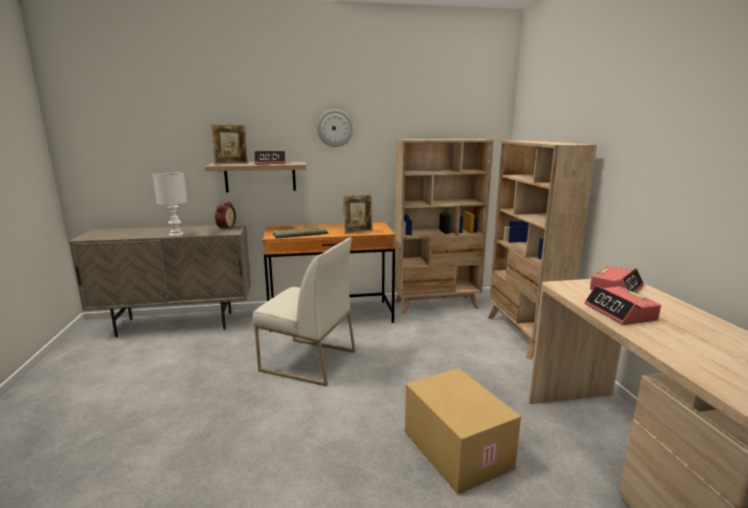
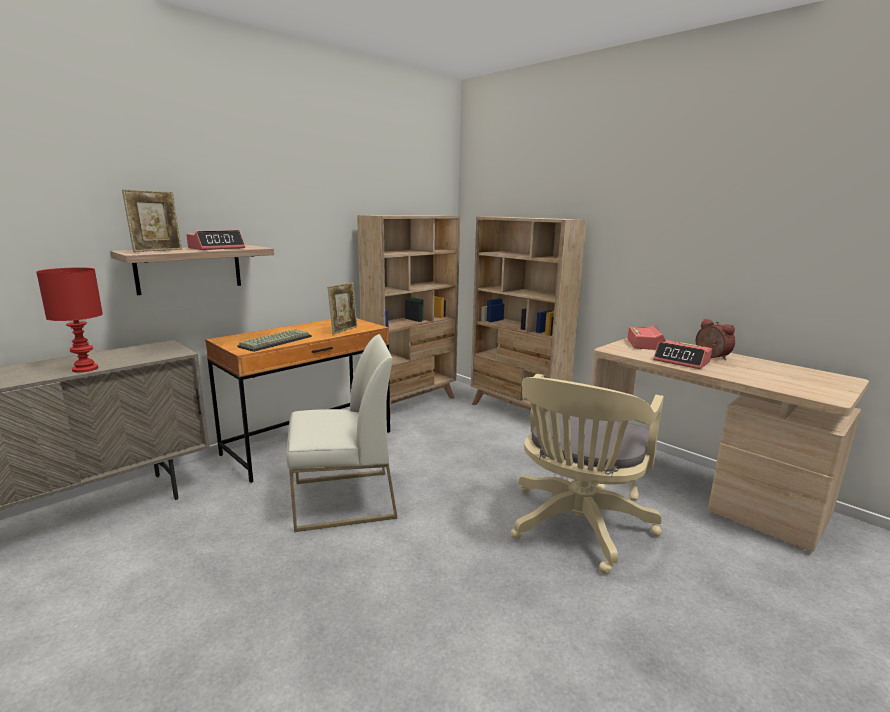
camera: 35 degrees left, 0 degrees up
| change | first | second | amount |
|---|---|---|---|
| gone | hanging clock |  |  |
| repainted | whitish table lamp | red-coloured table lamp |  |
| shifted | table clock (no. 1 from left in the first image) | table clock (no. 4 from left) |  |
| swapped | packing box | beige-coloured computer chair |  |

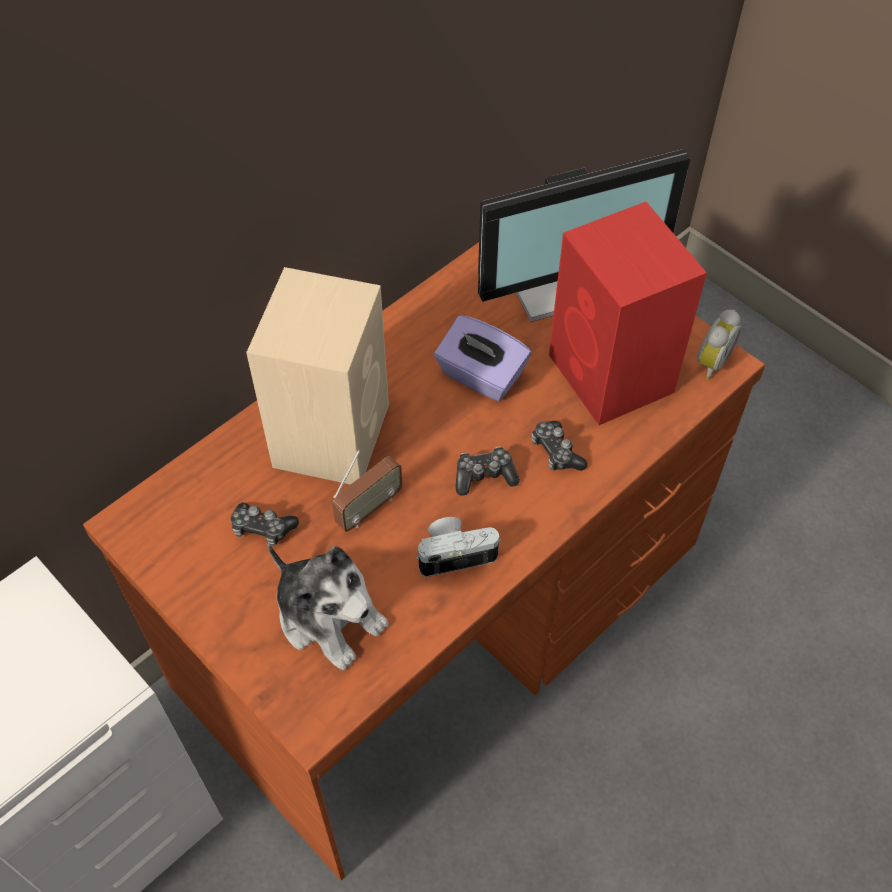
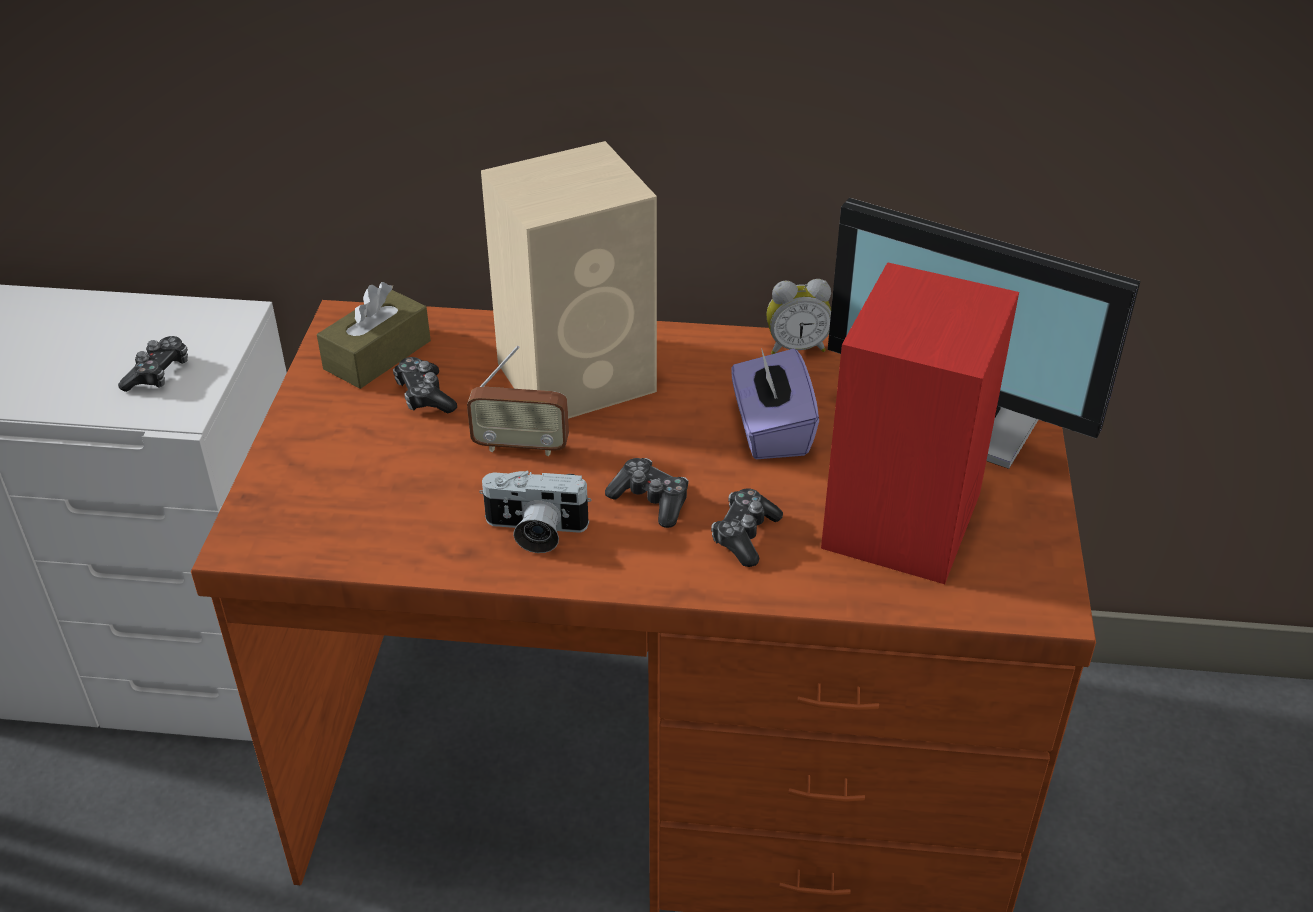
camera: 50 degrees right, 15 degrees down
| change | first | second | amount |
|---|---|---|---|
| shifted | table clock |  |  |
| rotated | photo camera |  | 150 degrees clockwise |
| gone | plush toy |  |  |
| new |  | brownish box of tissues |  |
| new |  | joypad (no. 1 from left) |  |

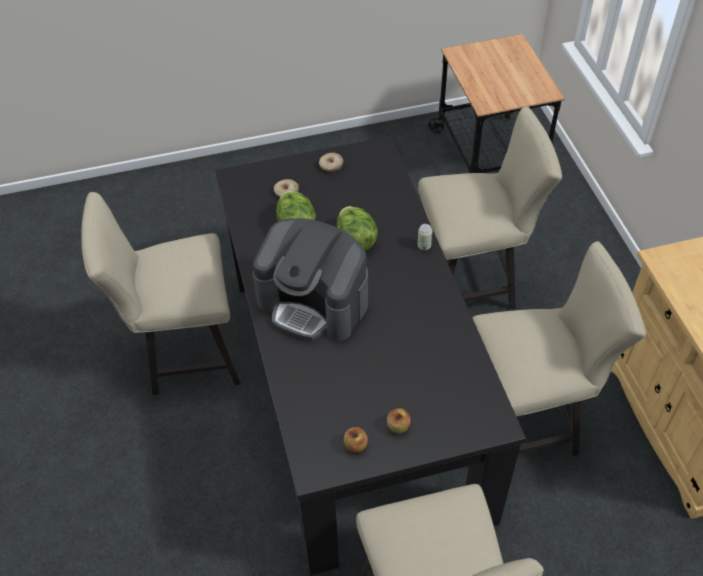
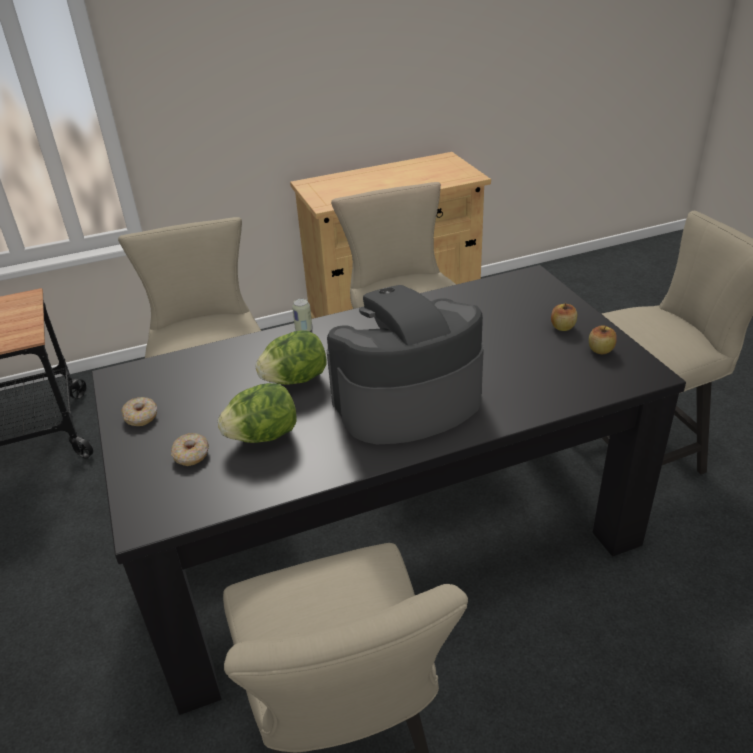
camera: 95 degrees left, 15 degrees down
| change | first | second | amount |
|---|---|---|---|
| rotated | coffee brewer |  | 135 degrees counterclockwise |

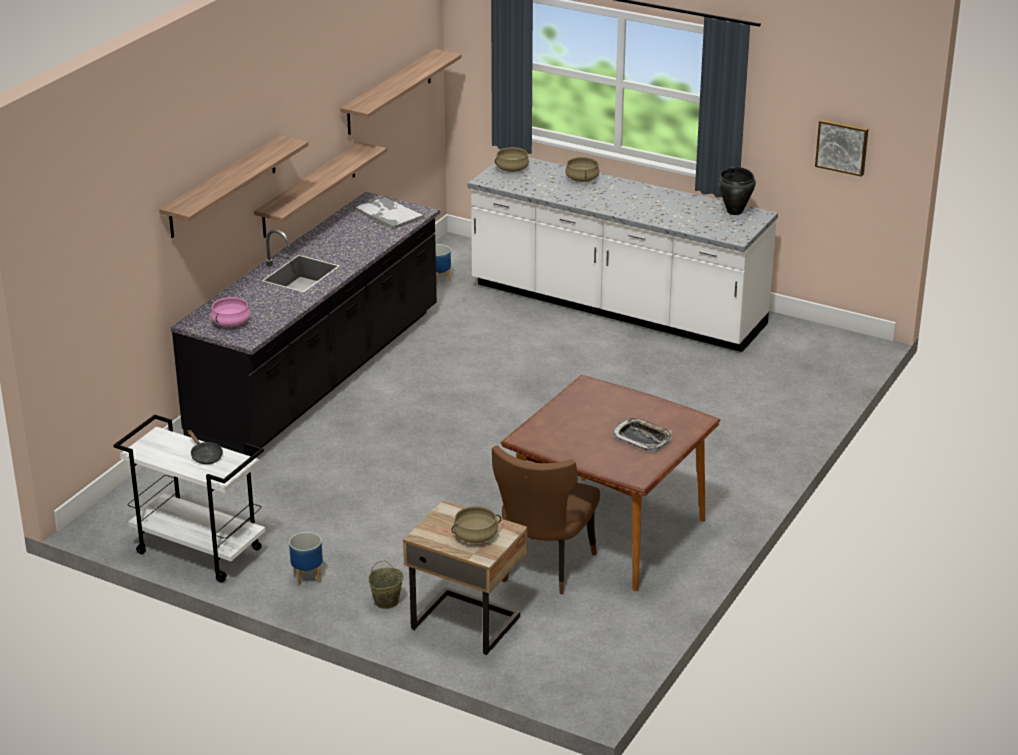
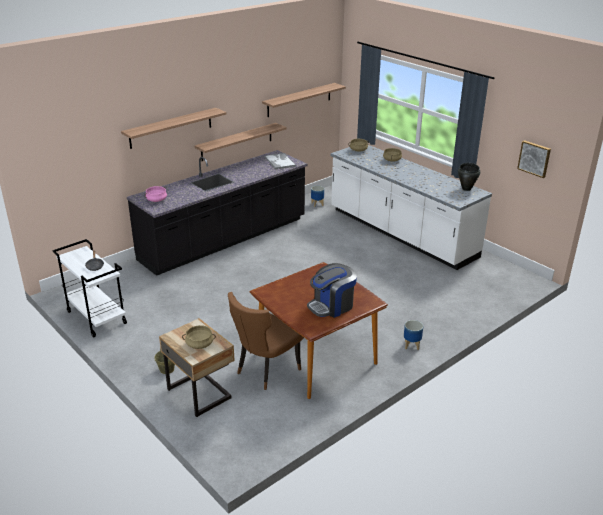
camera: 20 degrees right, 0 degrees up
| change | first | second | amount |
|---|---|---|---|
| swapped | serving tray (no. 2 from left) | coffee brewer |  |
| shifted | planter (no. 1 from left in the first image) | planter (no. 2 from left) |  |

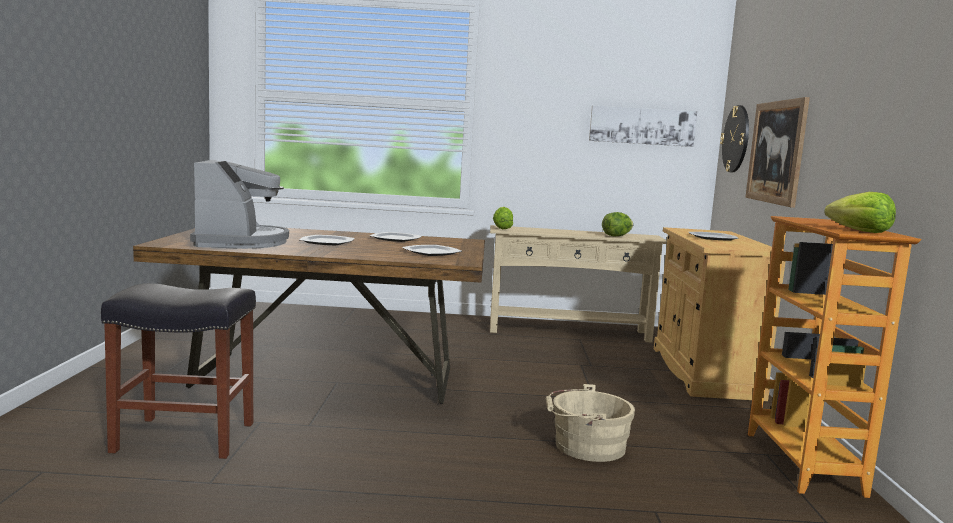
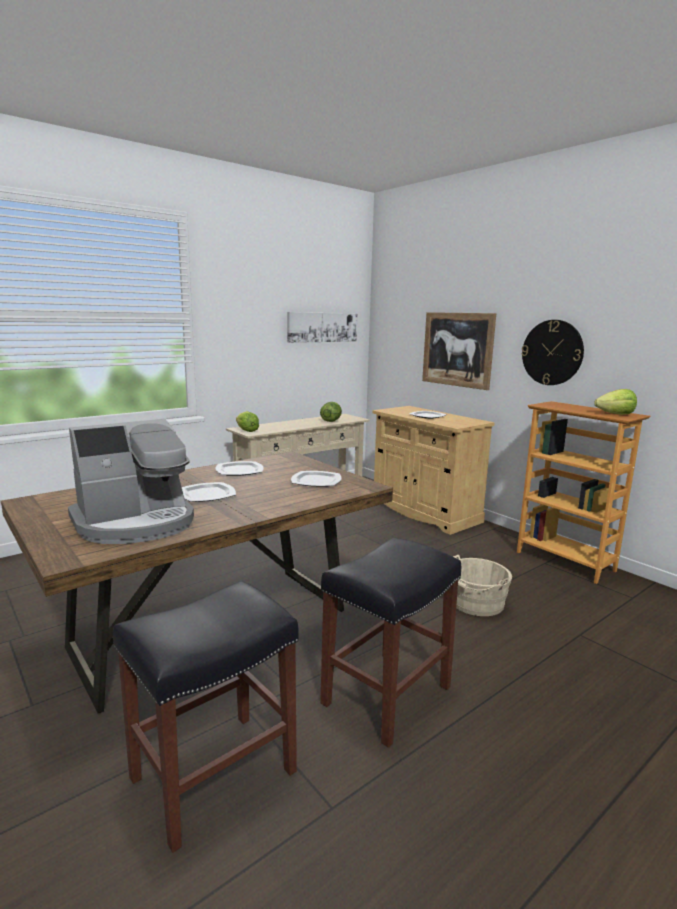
camera: 40 degrees left, 5 degrees up
| change | first | second | amount |
|---|---|---|---|
| shifted | hanging clock |  |  |
| rotated | coffee brewer |  | 105 degrees clockwise |
| new |  | blackish stool (no. 2 from left) |  |

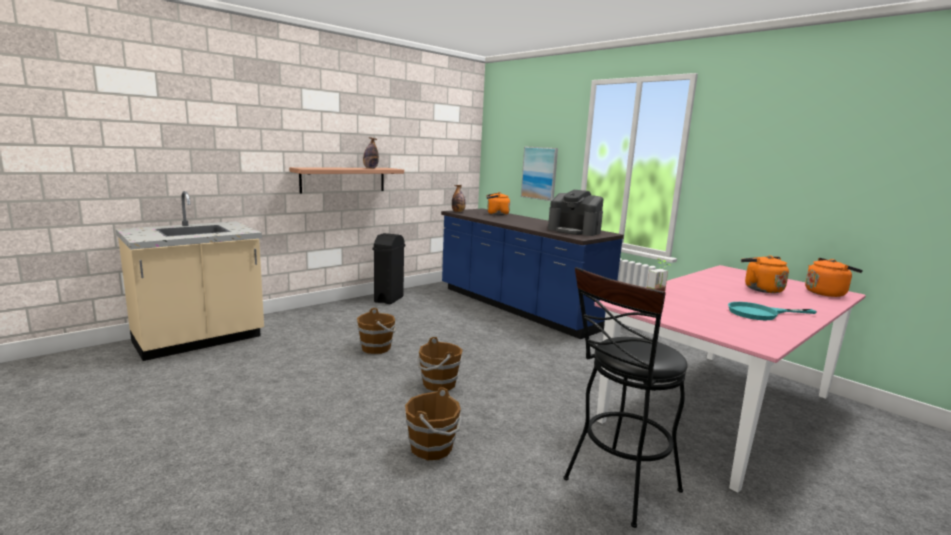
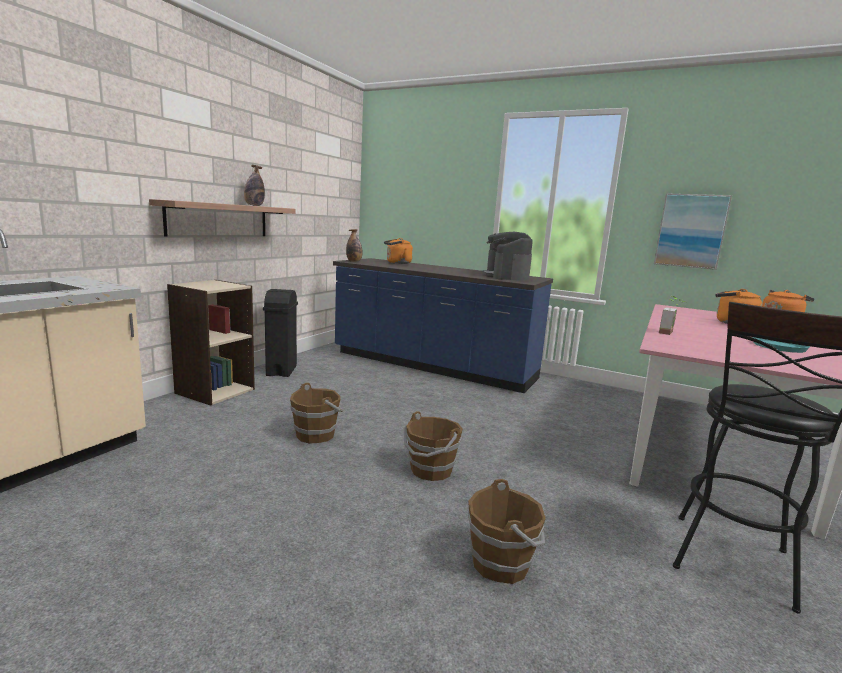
camera: 20 degrees left, 0 degrees up
| change | first | second | amount |
|---|---|---|---|
| shifted | picture |  |  |
| rotated | coffee brewer |  | 75 degrees clockwise |
| new |  | beige-coloured shelving unit |  |

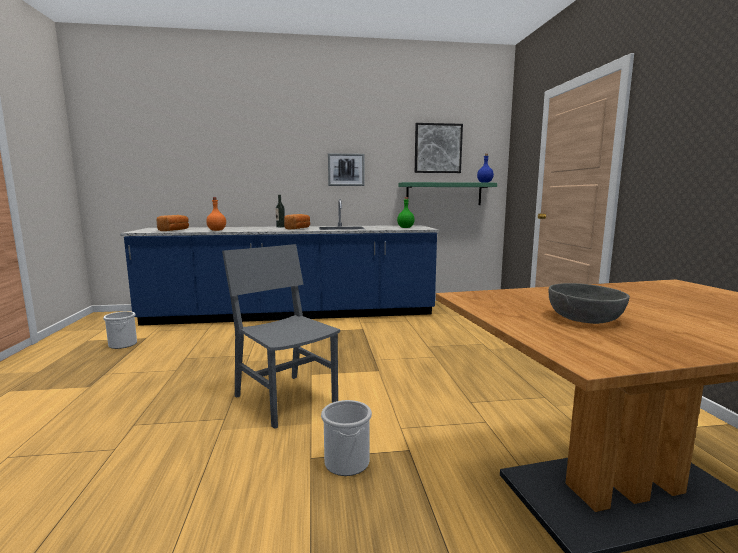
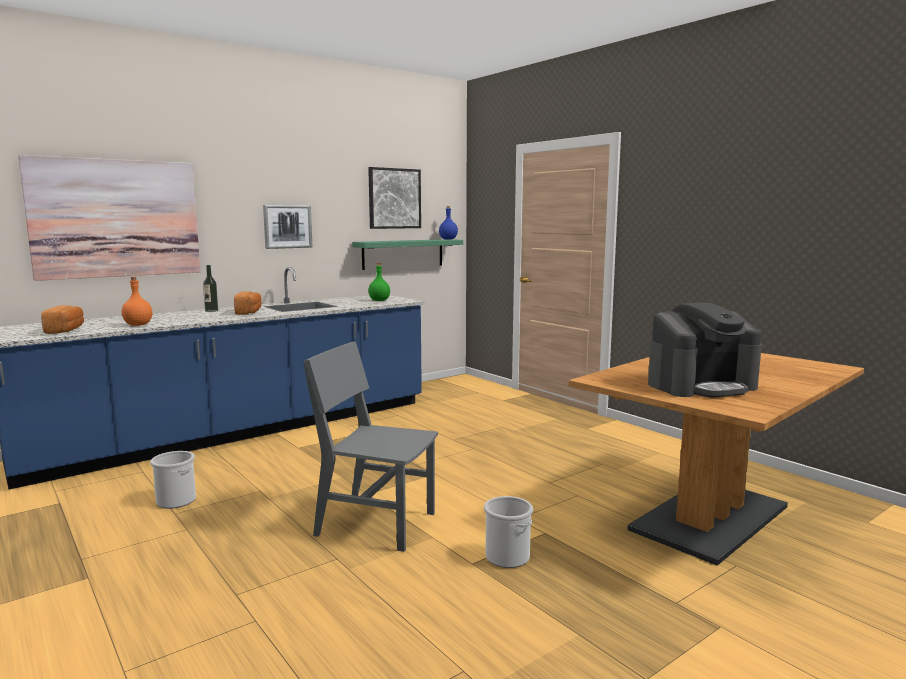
camera: 30 degrees left, 0 degrees up
| change | first | second | amount |
|---|---|---|---|
| swapped | greyish serving bowl | coffee brewer |  |
| shifted | bucket (no. 1 from left) |  |  |
| new |  | picture (no. 1 from left) |  |

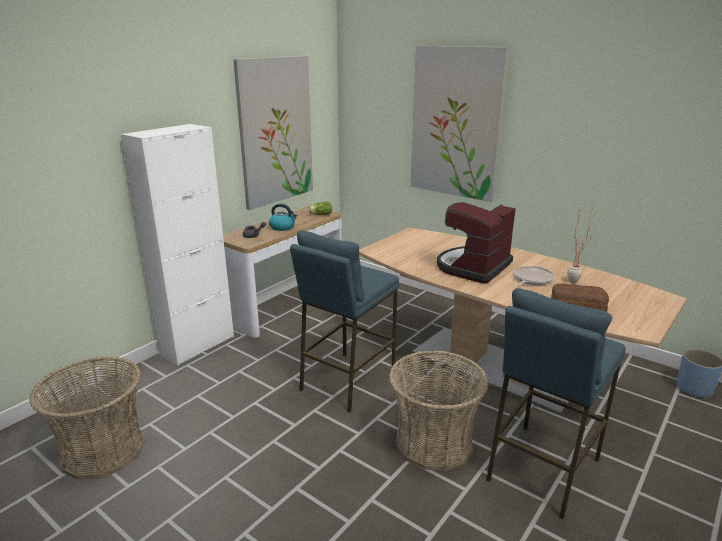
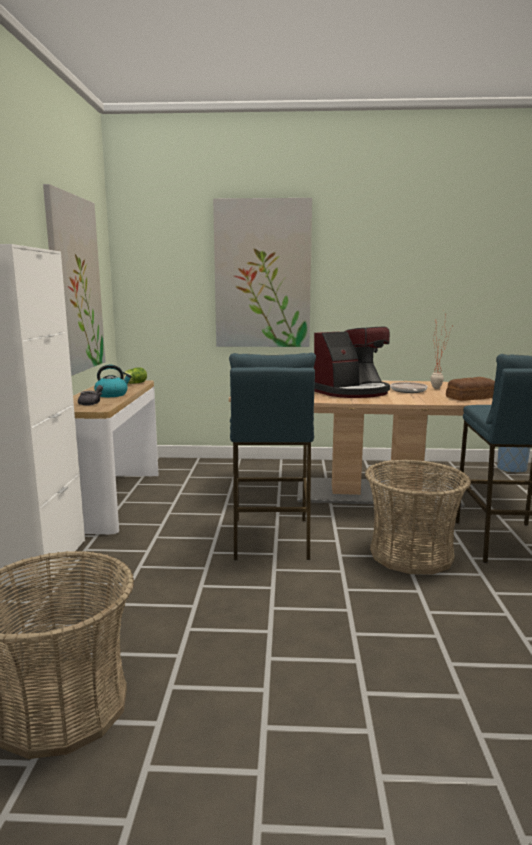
camera: 35 degrees left, 10 degrees down
| change | first | second | amount |
|---|---|---|---|
| rotated | coffee brewer |  | 120 degrees counterclockwise |

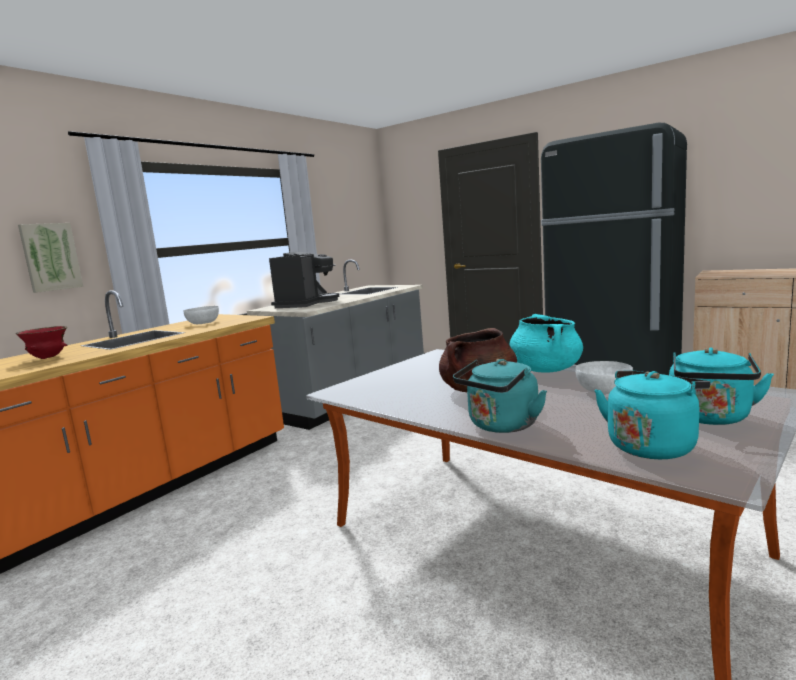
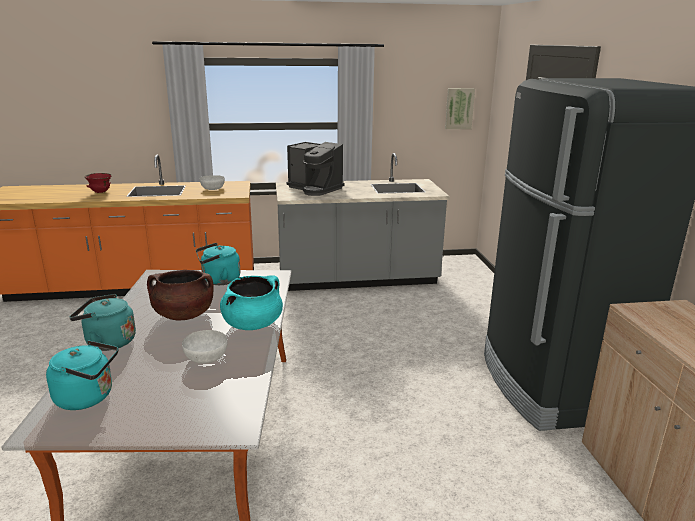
camera: 45 degrees right, 10 degrees up
| change | first | second | amount |
|---|---|---|---|
| shifted | picture |  |  |
| rotated | coffee brewer |  | 60 degrees clockwise |
| shifted | turquoise-coloured tea kettle (no. 3 from left) |  |  |

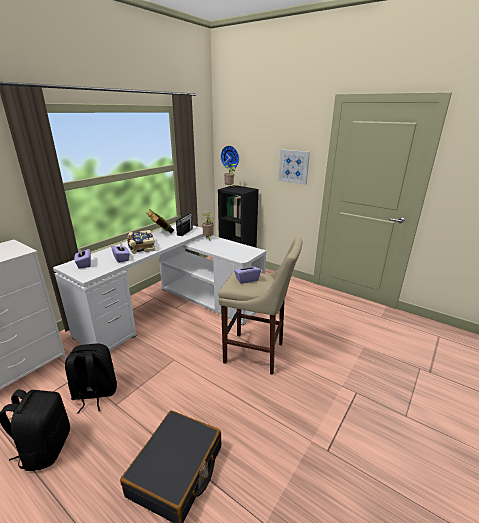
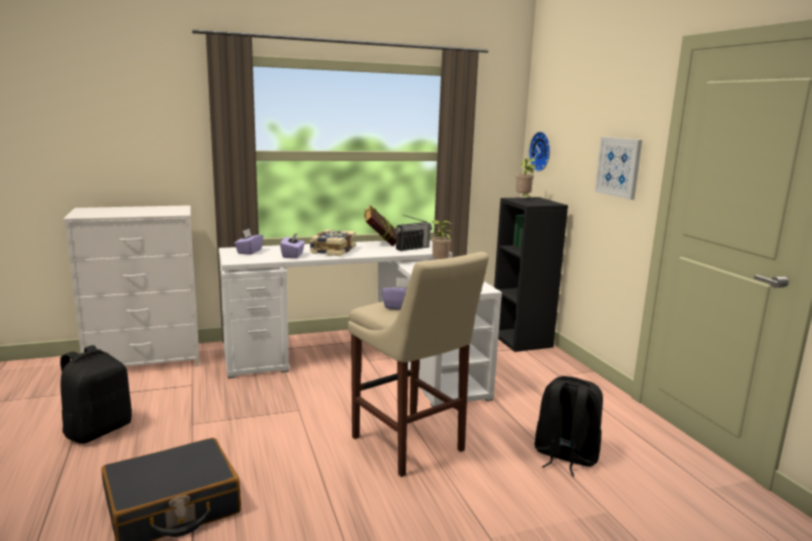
camera: 35 degrees right, 10 degrees down
| change | first | second | amount |
|---|---|---|---|
| shifted | blackish rucksack (no. 2 from left) |  |  |

